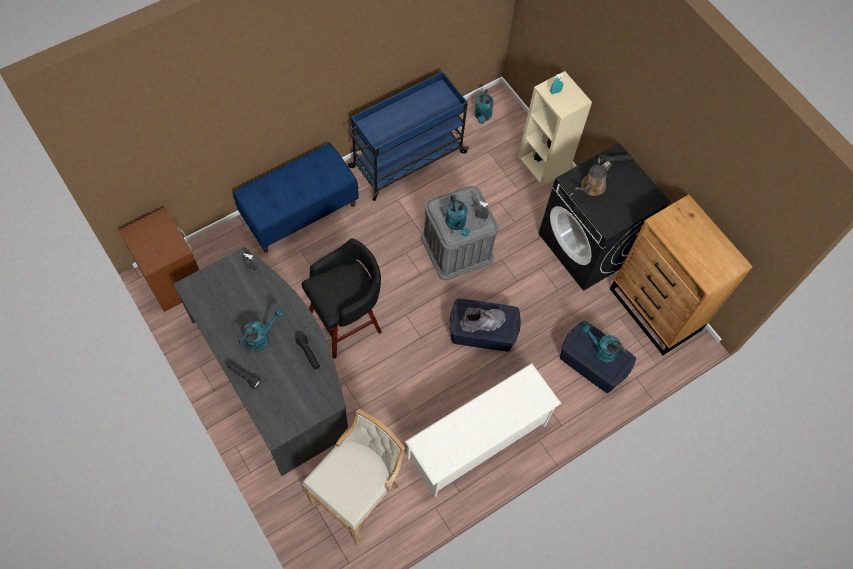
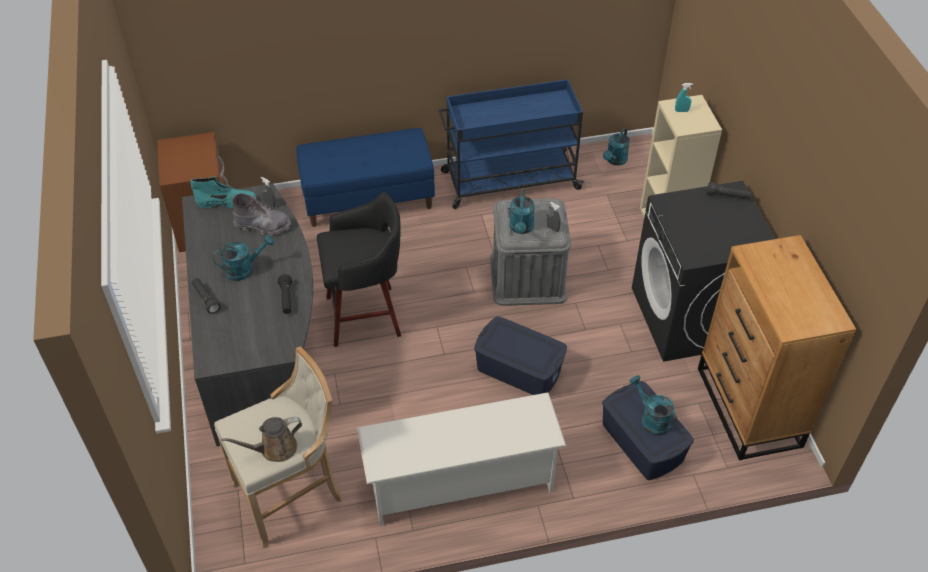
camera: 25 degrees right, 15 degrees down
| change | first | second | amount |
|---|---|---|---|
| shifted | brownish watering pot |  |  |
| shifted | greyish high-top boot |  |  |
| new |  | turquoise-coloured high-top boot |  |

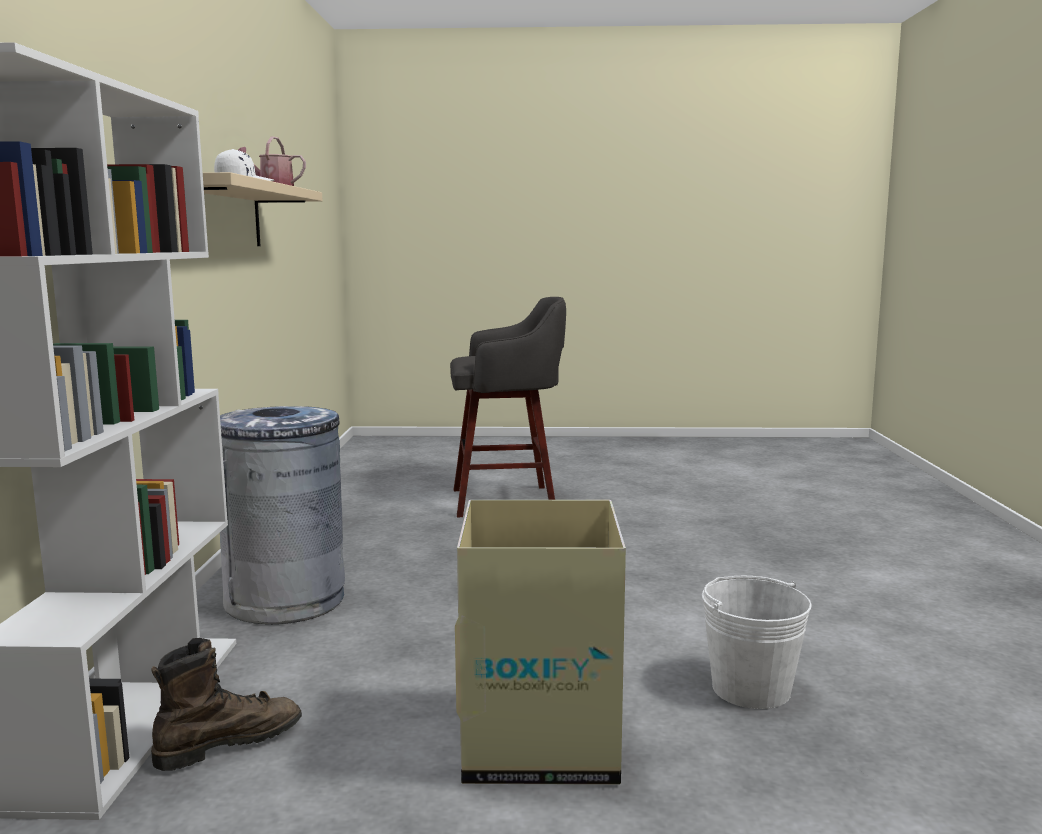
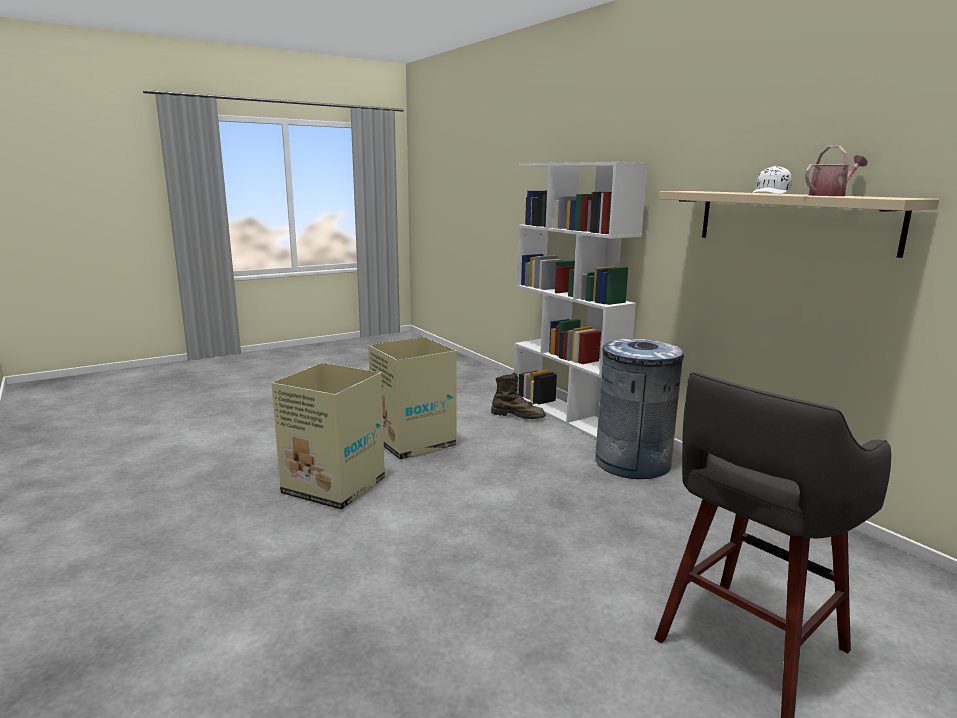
camera: 145 degrees right, 5 degrees up
| change | first | second | amount |
|---|---|---|---|
| swapped | whitish bucket | packing box (no. 1 from left) |  |
| rotated | brownish high-top boot |  | 90 degrees counterclockwise |

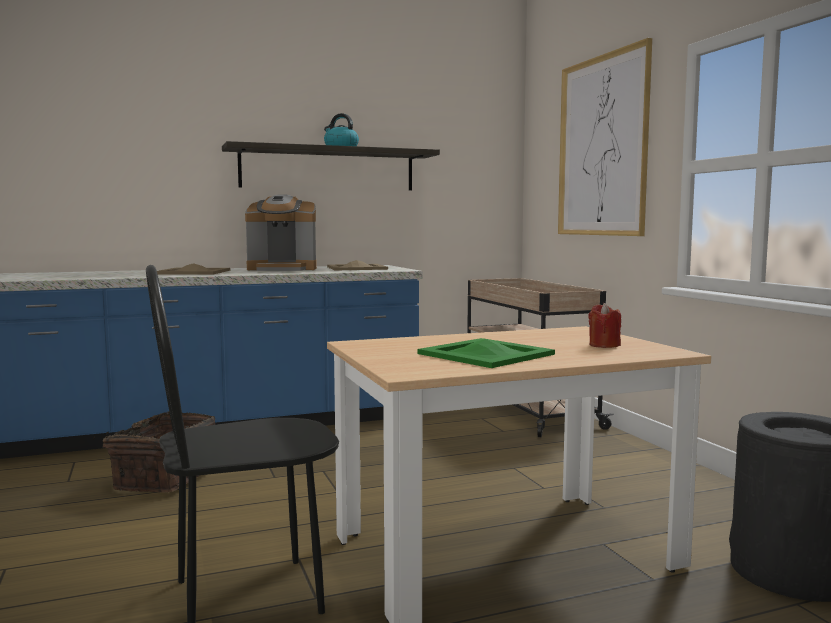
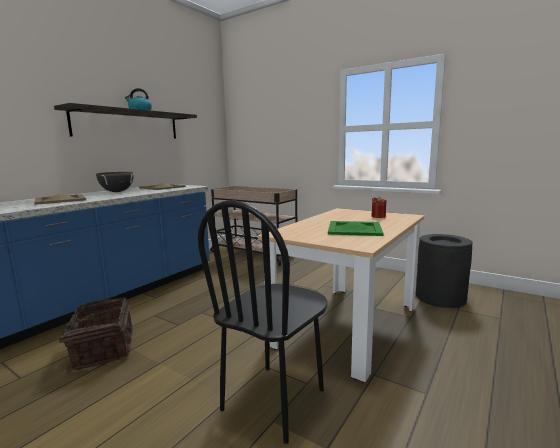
camera: 35 degrees left, 5 degrees up
| change | first | second | amount |
|---|---|---|---|
| gone | picture |  |  |
| swapped | coffee brewer | blackish stockpot |  |

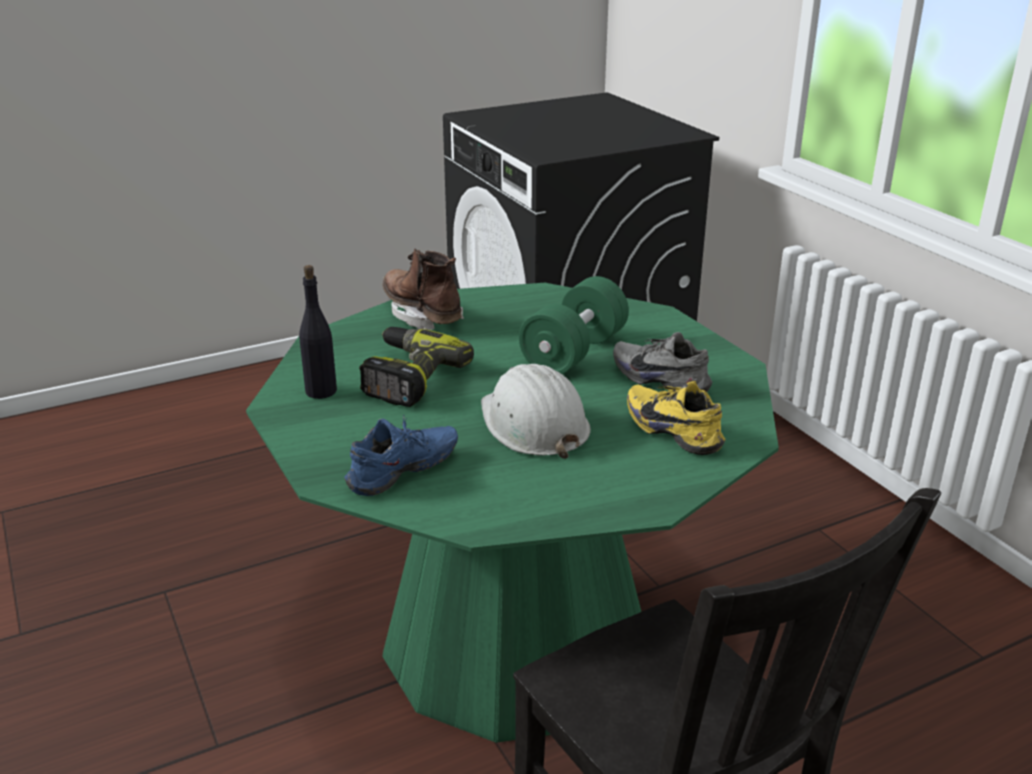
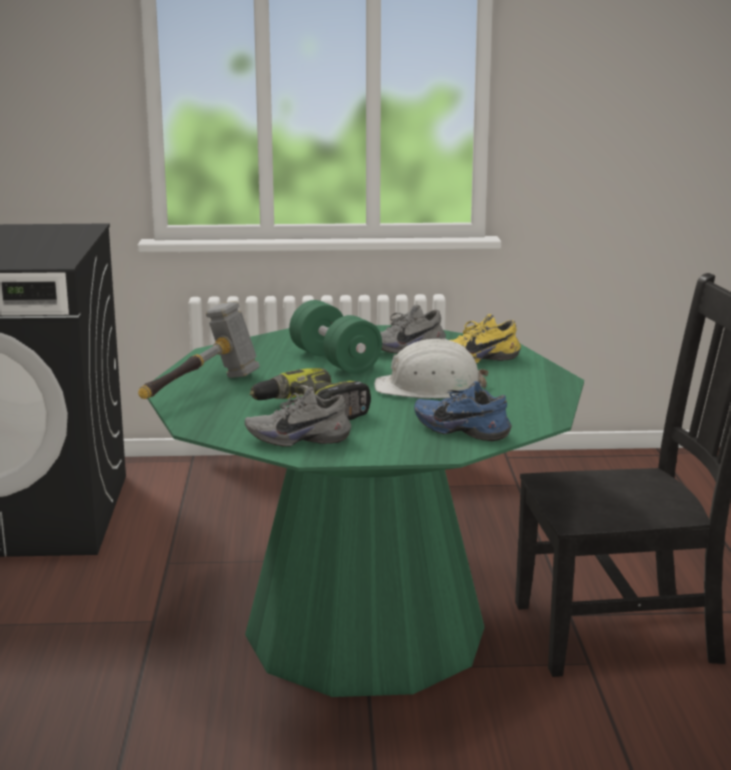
camera: 65 degrees left, 10 degrees down
| change | first | second | amount |
|---|---|---|---|
| swapped | brownish high-top boot | hand hammer |  |
| swapped | blackish drink bottle | greyish item of footwear (no. 1 from left) |  |
| rotated | bluish item of footwear |  | 45 degrees counterclockwise |

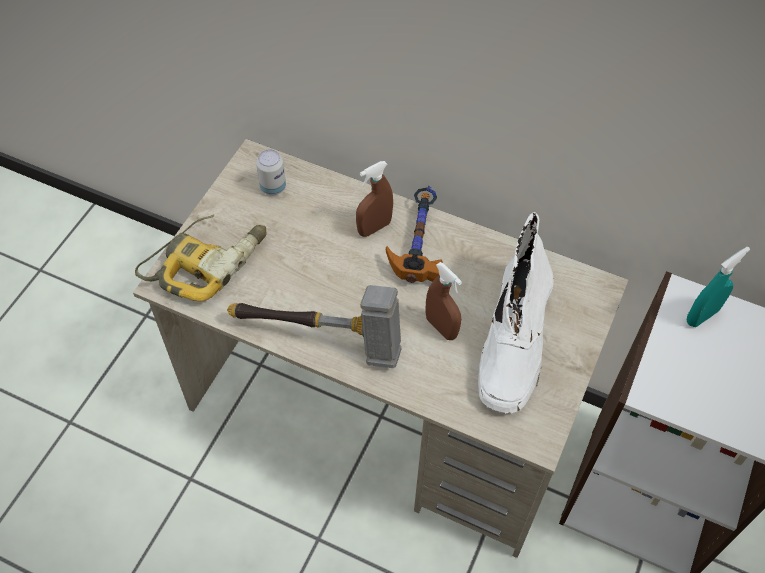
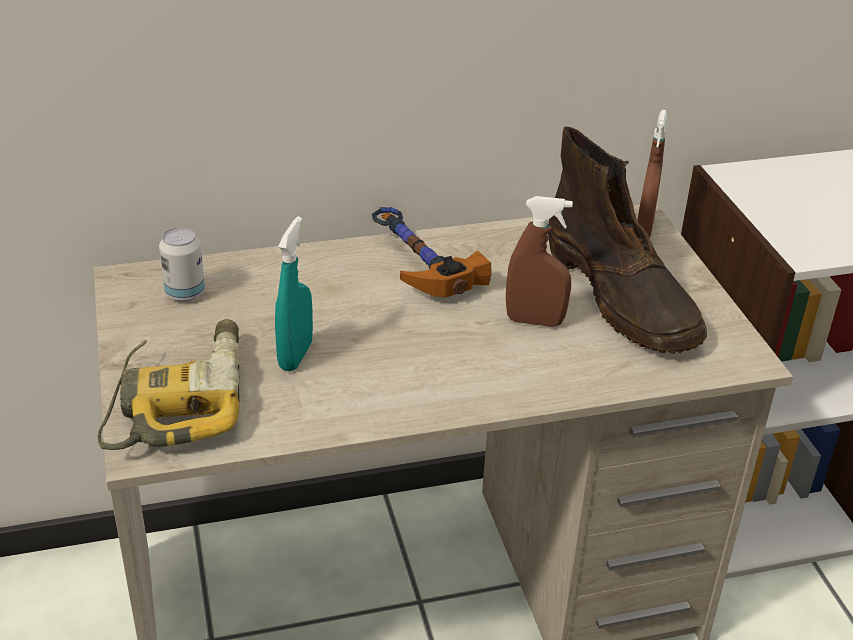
camera: 40 degrees left, 20 degrees down
| change | first | second | amount |
|---|---|---|---|
| shifted | brownish sprayer (no. 1 from left in the first image) | brownish sprayer (no. 2 from left) |  |
| repainted | whitish high-top boot | brownish high-top boot |  |
| shifted | turquoise-coloured sprayer |  |  |
| gone | hand hammer (no. 1 from left) |  |  |

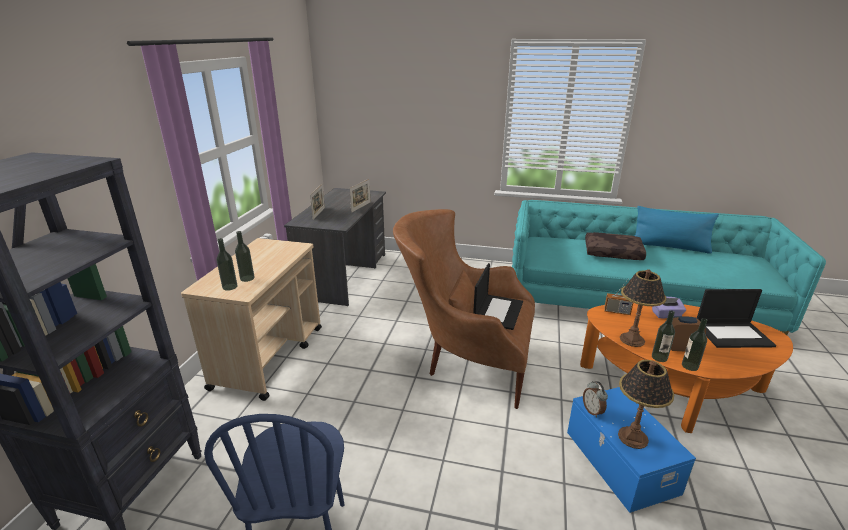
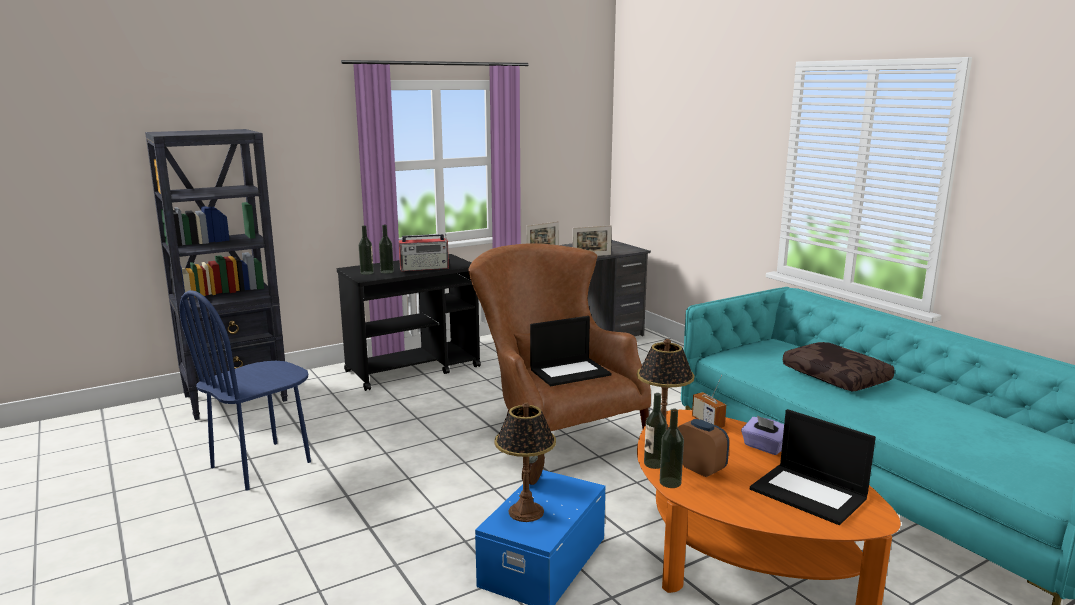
camera: 45 degrees right, 10 degrees down
| change | first | second | amount |
|---|---|---|---|
| gone | bluish pillow |  |  |
| repainted | beige-coloured trolley | blackish trolley |  |
| new |  | radio receiver (no. 1 from left) |  |

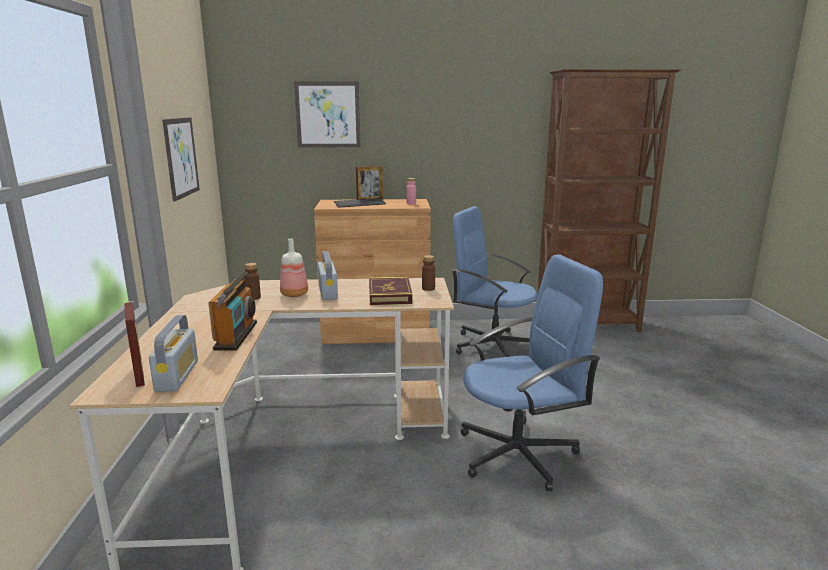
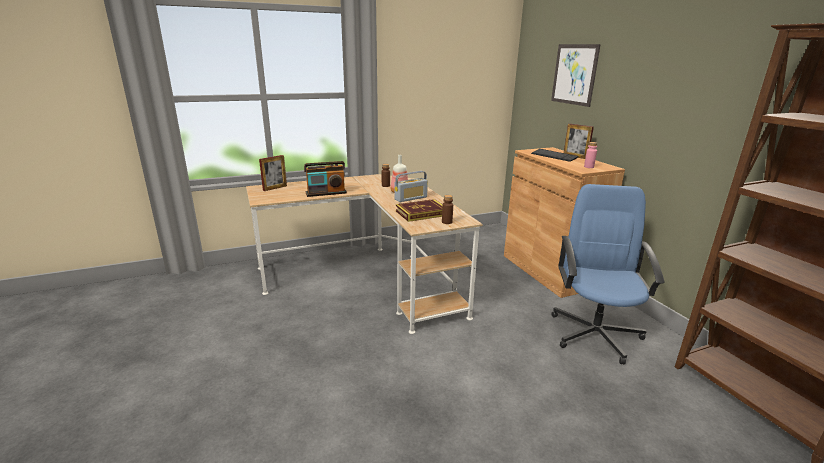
camera: 70 degrees right, 5 degrees up
| change | first | second | amount |
|---|---|---|---|
| gone | picture (no. 1 from left) |  |  |
| gone | bluish computer chair (no. 2 from left) |  |  |
| gone | radio receiver (no. 1 from left) |  |  |

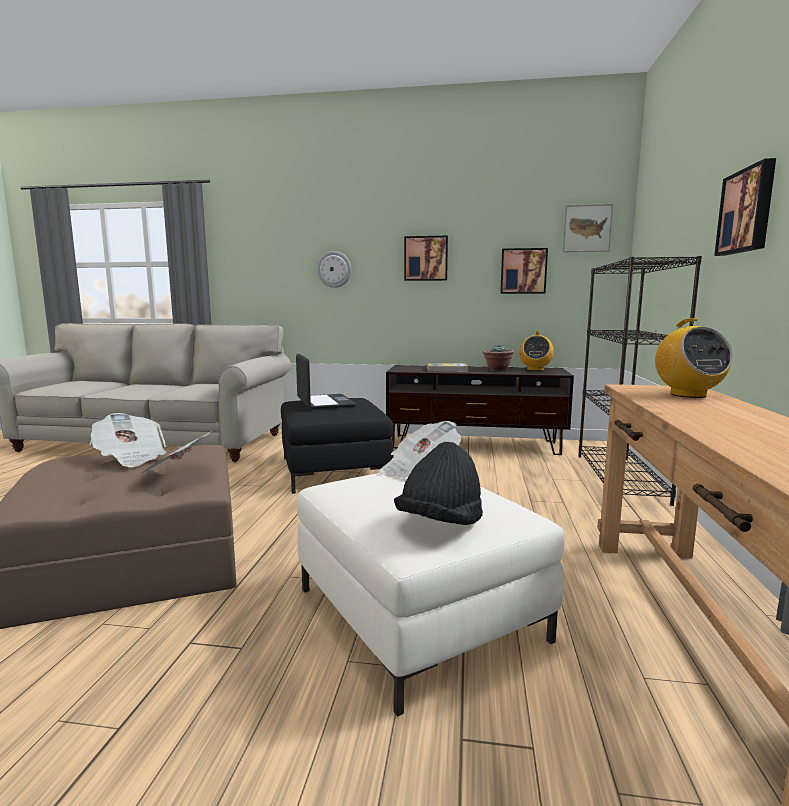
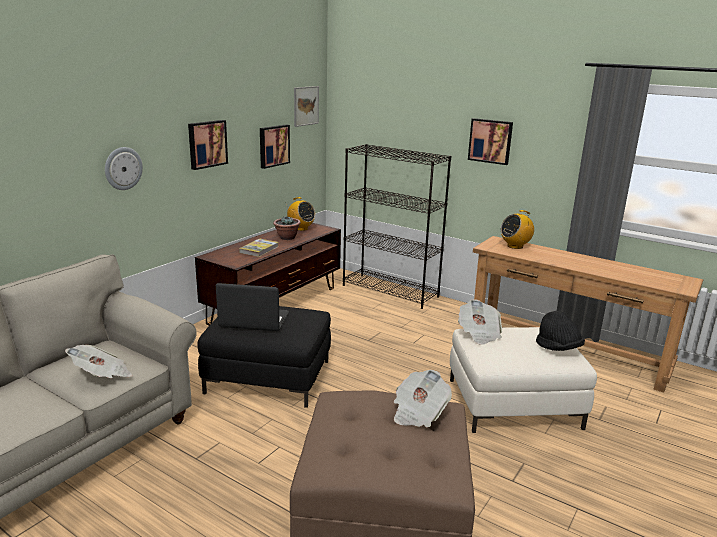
camera: 65 degrees left, 10 degrees up
| change | first | second | amount |
|---|---|---|---|
| rotated | radio receiver (no. 2 from left) |  | 135 degrees clockwise |
| shifted | daily paper (no. 1 from left) |  |  |

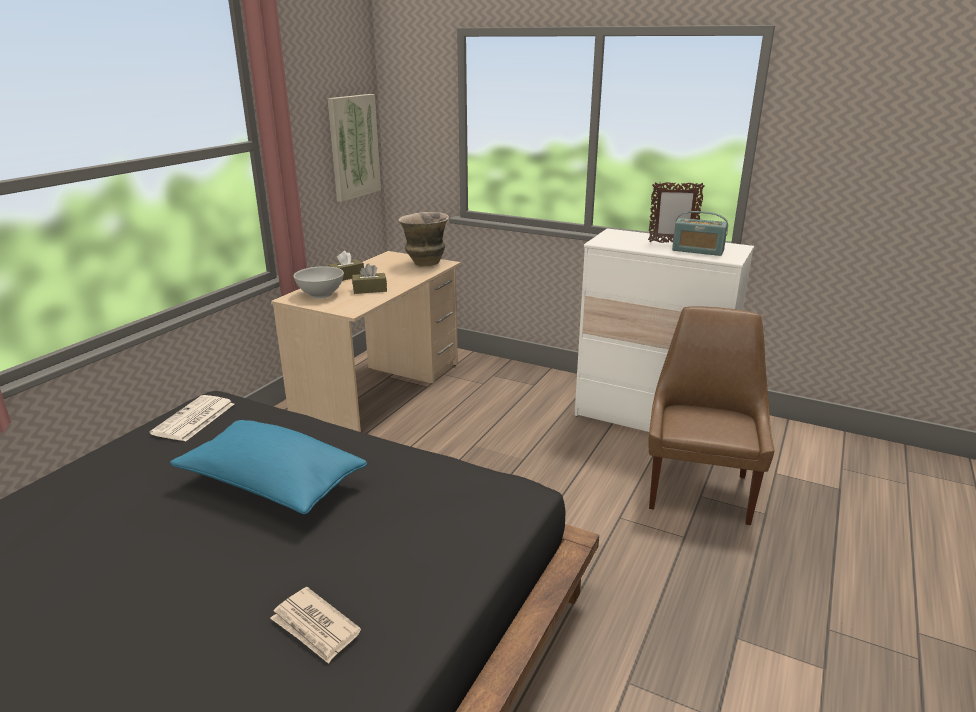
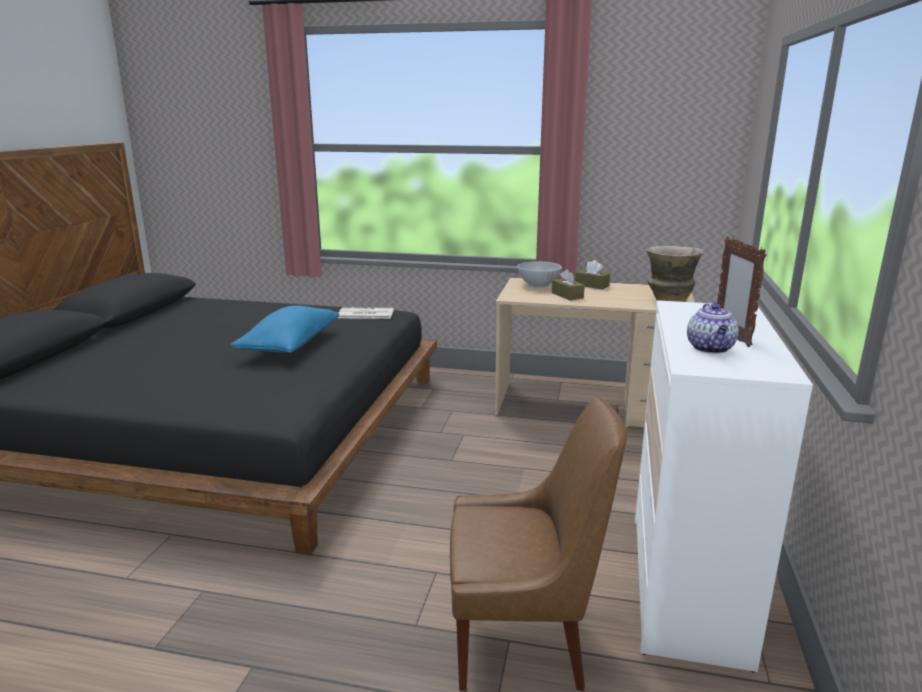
camera: 75 degrees right, 5 degrees down
| change | first | second | amount |
|---|---|---|---|
| gone | picture |  |  |
| swapped | radio receiver | teapot |  |
| gone | daily paper (no. 2 from left) |  |  |

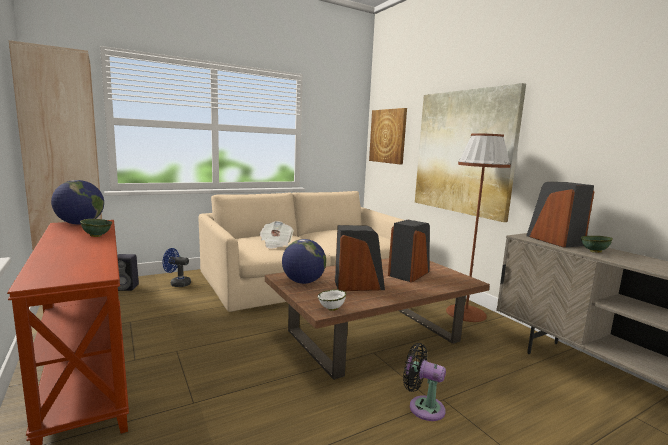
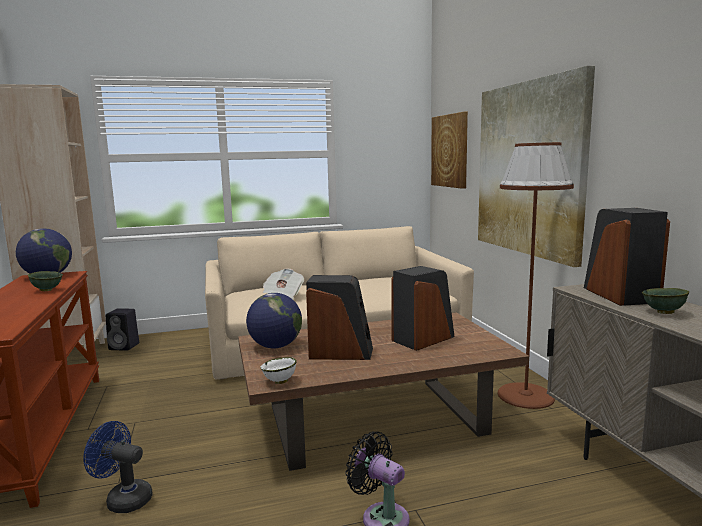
camera: 15 degrees right, 0 degrees up
| change | first | second | amount |
|---|---|---|---|
| shifted | bluish fan |  |  |

